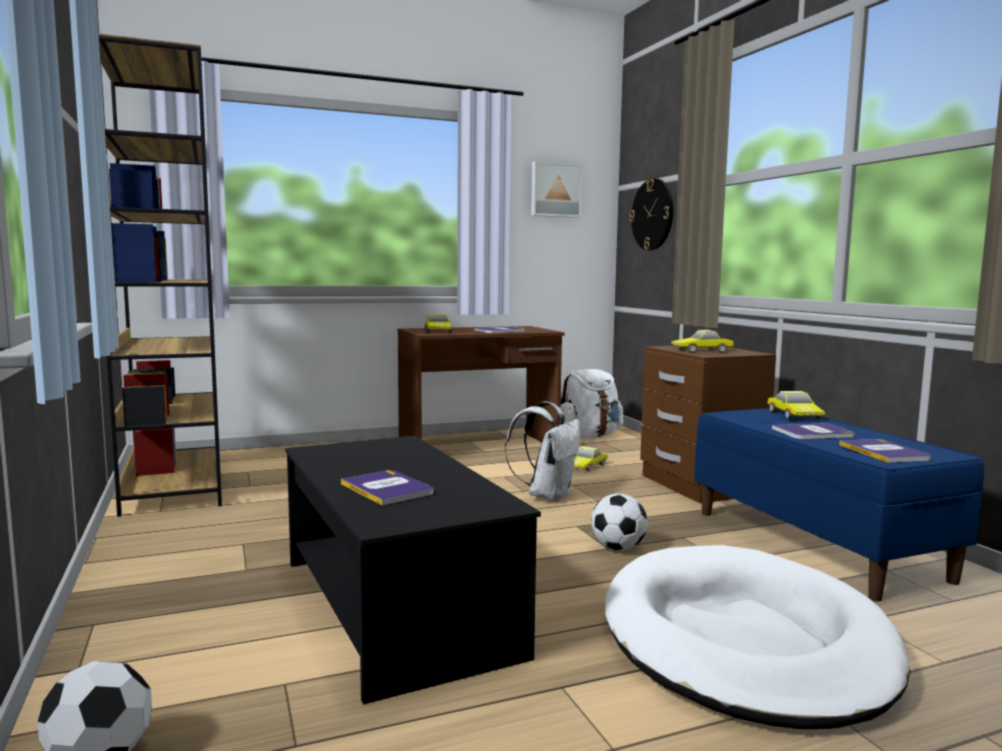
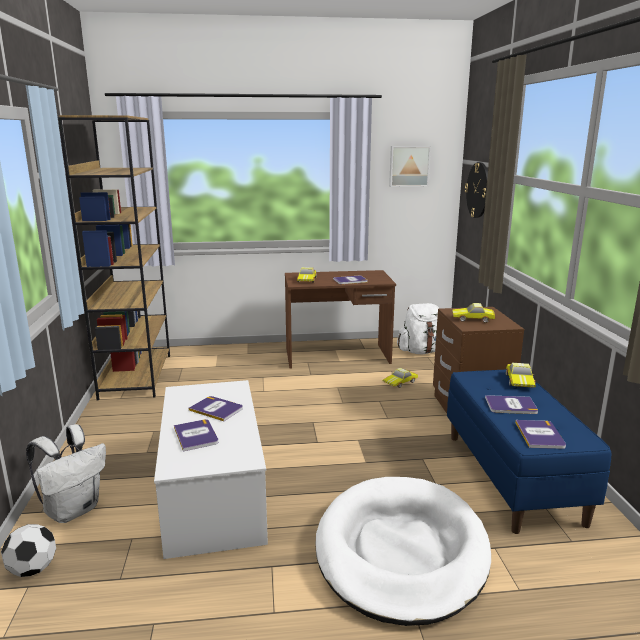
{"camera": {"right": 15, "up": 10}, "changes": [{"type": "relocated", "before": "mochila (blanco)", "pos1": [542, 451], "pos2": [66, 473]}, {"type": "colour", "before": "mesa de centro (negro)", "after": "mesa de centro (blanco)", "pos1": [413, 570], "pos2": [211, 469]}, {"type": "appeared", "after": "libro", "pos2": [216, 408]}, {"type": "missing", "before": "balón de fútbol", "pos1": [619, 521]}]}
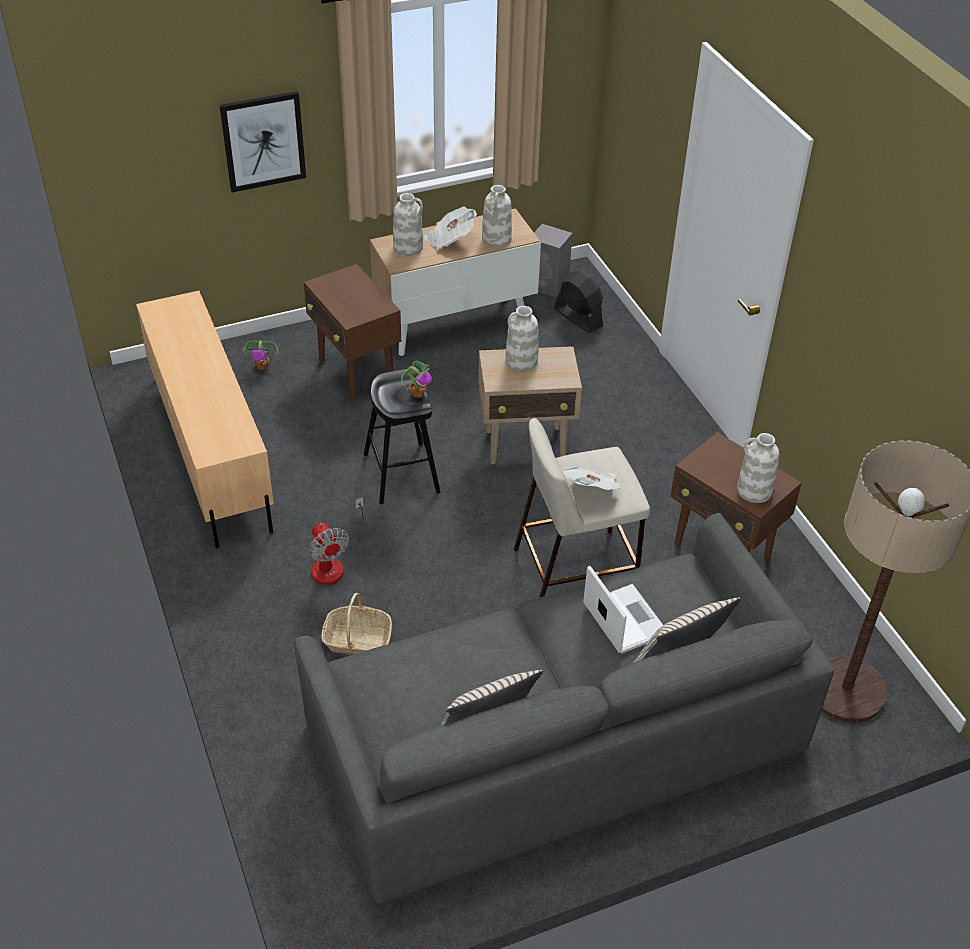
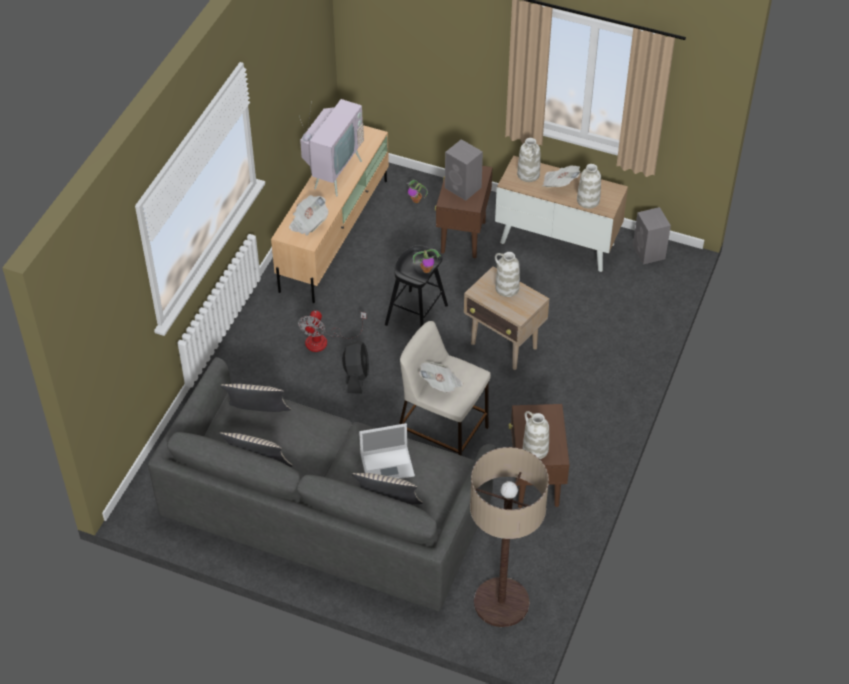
{"camera": {"right": 45, "up": 5}, "changes": [{"type": "appeared", "after": "cojín (beis)", "pos2": [255, 398]}, {"type": "appeared", "after": "periódico", "pos2": [308, 215]}, {"type": "appeared", "after": "televisor", "pos2": [331, 148]}, {"type": "relocated", "before": "ventilador (negro)", "pos1": [578, 302], "pos2": [355, 367]}, {"type": "spun", "before": "portátil", "pos1": [623, 610], "pos2": [387, 451], "turn": 60}, {"type": "appeared", "after": "altavoz (gris)", "pos2": [464, 170]}, {"type": "missing", "before": "cuadro", "pos1": [263, 142]}, {"type": "missing", "before": "cesta", "pos1": [356, 623]}]}
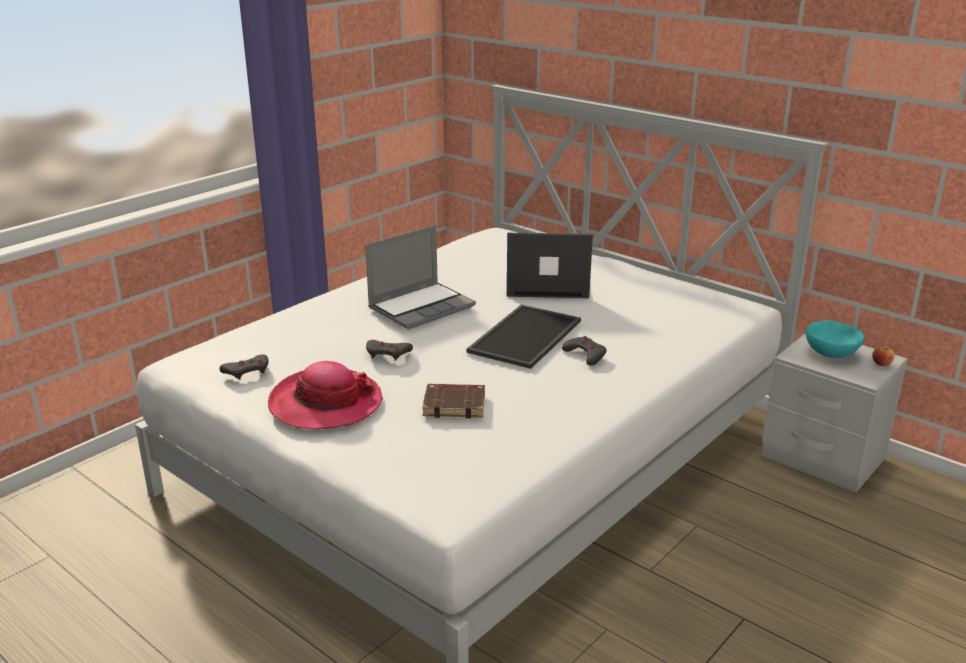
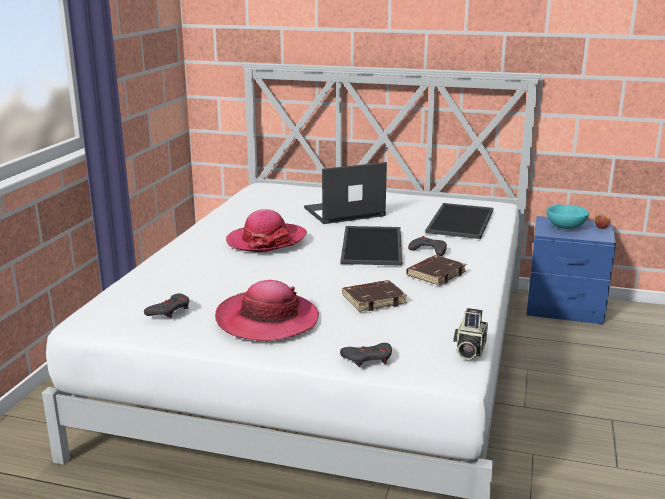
{"camera": {"right": -25, "up": -5}, "changes": [{"type": "exchanged", "before": "portátil", "after": "sombrero", "pos1": [420, 277], "pos2": [266, 230]}, {"type": "relocated", "before": "mando de consola (gris)", "pos1": [389, 350], "pos2": [366, 355]}, {"type": "appeared", "after": "libro (marrón)", "pos2": [436, 270]}, {"type": "appeared", "after": "bandeja", "pos2": [459, 221]}, {"type": "appeared", "after": "cámara", "pos2": [470, 334]}, {"type": "colour", "before": "mesita de noche (gris)", "after": "mesita de noche (azul)", "pos1": [834, 413], "pos2": [571, 270]}]}
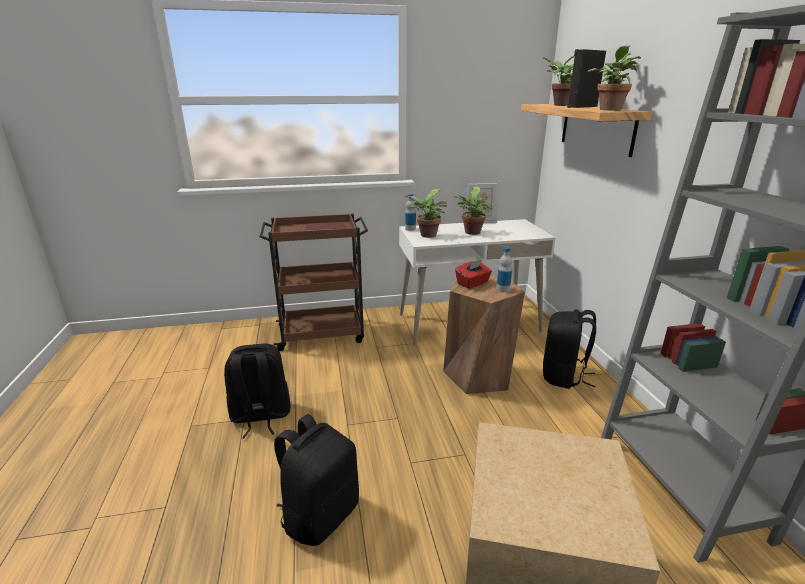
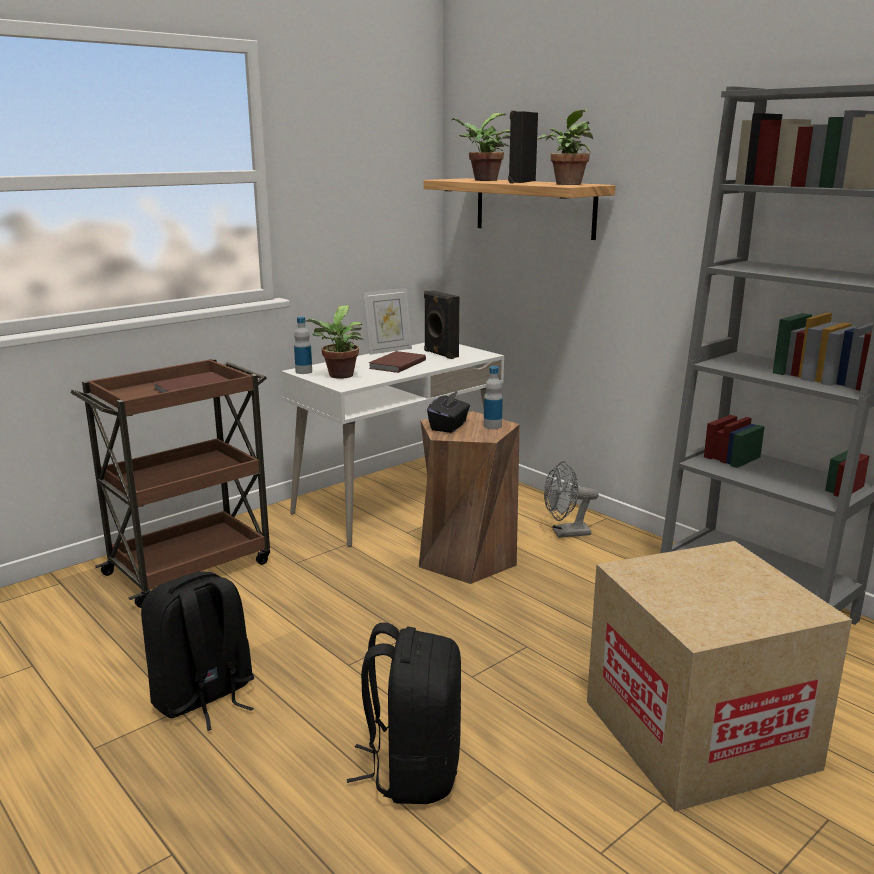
{"camera": {"right": -30, "up": -5}, "changes": [{"type": "exchanged", "before": "planta en maceta", "after": "libro (marrón)", "pos1": [473, 211], "pos2": [397, 362]}, {"type": "appeared", "after": "altavoz (negro)", "pos2": [441, 324]}, {"type": "colour", "before": "caja de pañuelos (rojo)", "after": "caja de pañuelos (negro)", "pos1": [473, 274], "pos2": [448, 412]}, {"type": "exchanged", "before": "mochila (negro)", "after": "ventilador (gris)", "pos1": [569, 349], "pos2": [571, 499]}]}
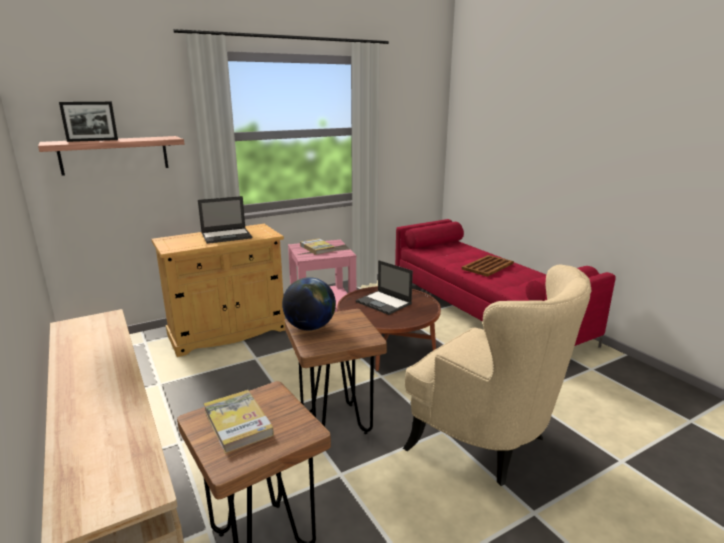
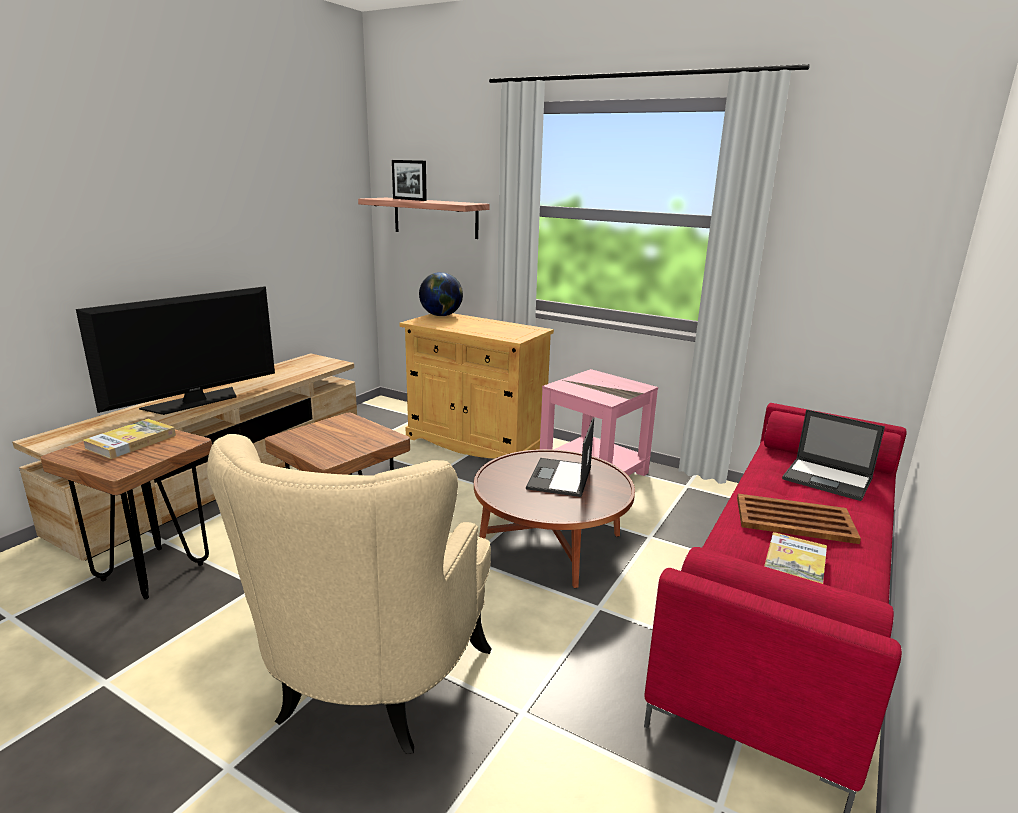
{"camera": {"right": 60, "up": 0}, "changes": [{"type": "appeared", "after": "televisor", "pos2": [175, 350]}, {"type": "relocated", "before": "globo terráqueo", "pos1": [309, 304], "pos2": [441, 294]}, {"type": "relocated", "before": "libro", "pos1": [317, 246], "pos2": [795, 558]}, {"type": "relocated", "before": "portátil", "pos1": [225, 220], "pos2": [833, 455]}]}
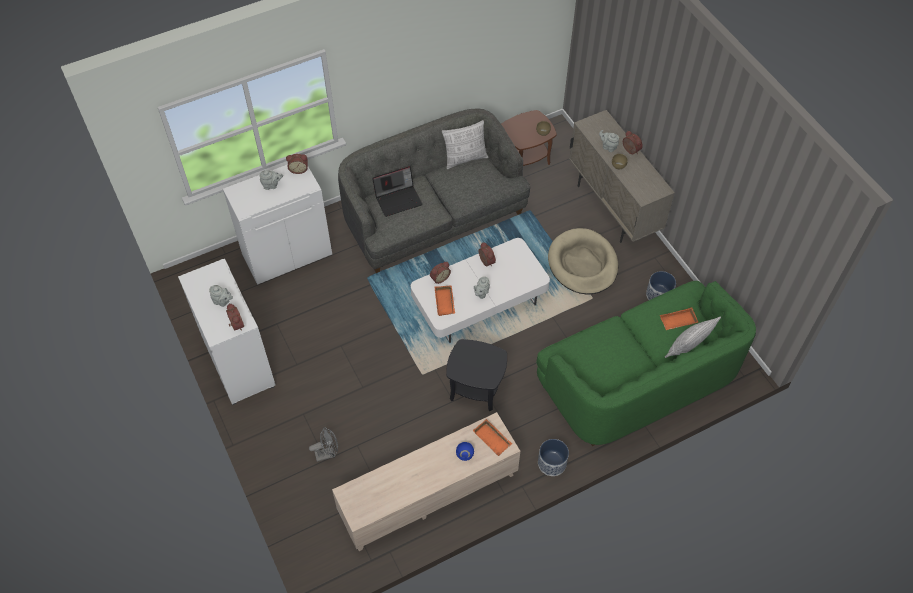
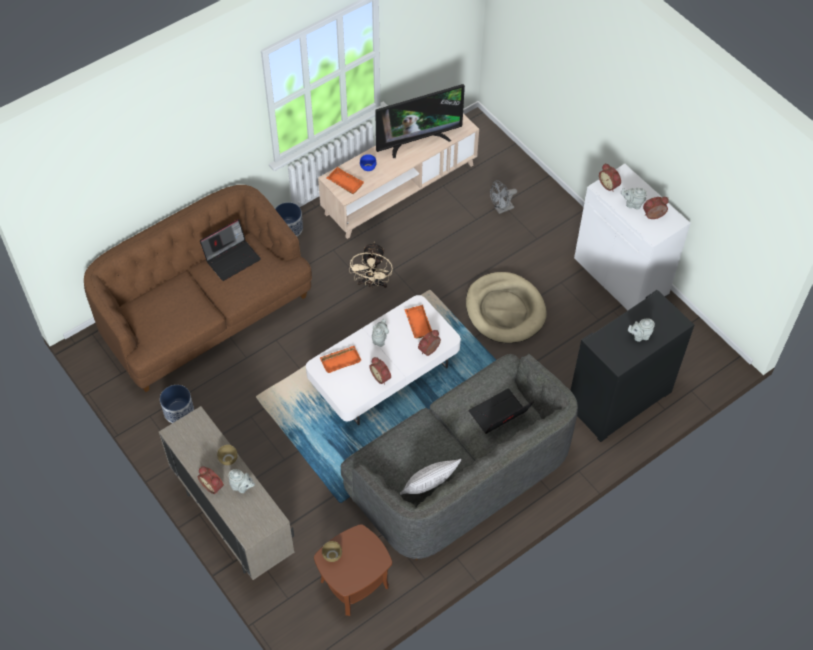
{"camera": {"right": 170, "up": 0}, "changes": [{"type": "colour", "before": "sofá (verde)", "after": "sofá (marrón)", "pos1": [646, 363], "pos2": [198, 288]}, {"type": "appeared", "after": "portátil", "pos2": [230, 250]}, {"type": "relocated", "before": "bandeja (naranja)", "pos1": [679, 318], "pos2": [340, 359]}, {"type": "exchanged", "before": "mesa auxiliar (negro)", "after": "ventilador (beis)", "pos1": [476, 375], "pos2": [371, 265]}, {"type": "appeared", "after": "televisor", "pos2": [420, 121]}, {"type": "relocated", "before": "cama para perro (beis)", "pos1": [583, 261], "pos2": [506, 307]}, {"type": "colour", "before": "armario (blanco)", "after": "armario (negro)", "pos1": [277, 224], "pos2": [632, 366]}, {"type": "relocated", "before": "despertador", "pos1": [297, 164], "pos2": [656, 208]}, {"type": "missing", "before": "cojín", "pos1": [693, 337]}]}
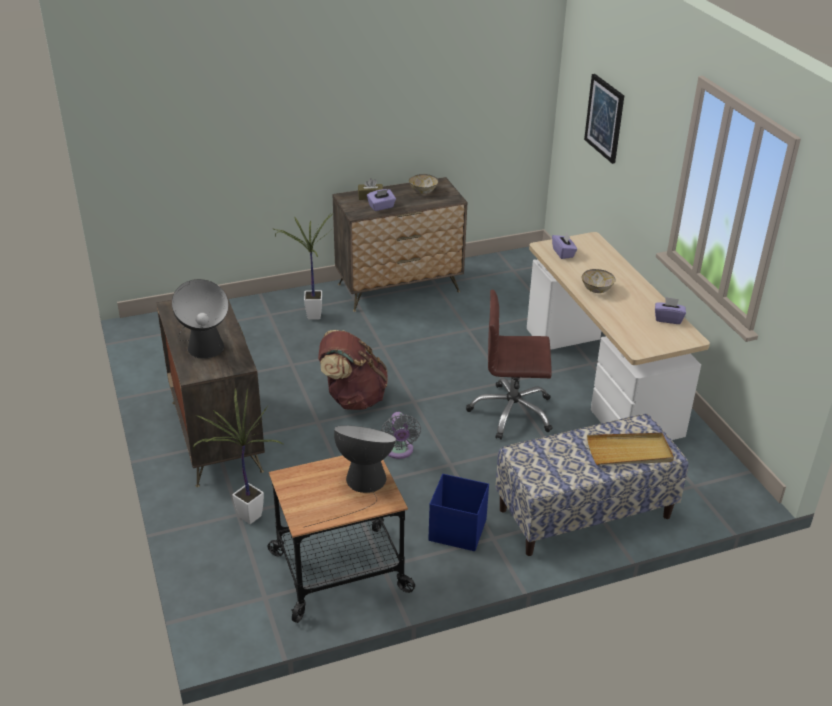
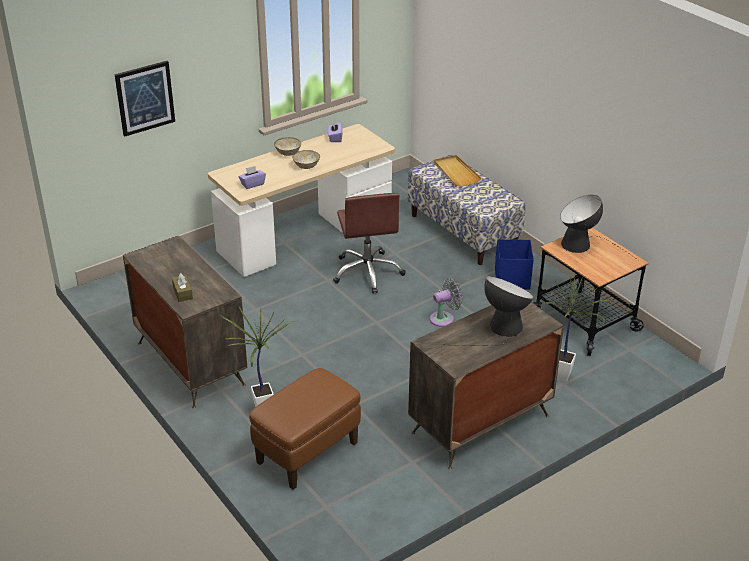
{"camera": {"right": -105, "up": 0}, "changes": [{"type": "appeared", "after": "puf (marrón)", "pos2": [305, 429]}, {"type": "relocated", "before": "cuenco", "pos1": [423, 184], "pos2": [287, 146]}, {"type": "missing", "before": "mochila (marrón)", "pos1": [353, 370]}, {"type": "missing", "before": "caja de pañuelos (morado)", "pos1": [381, 200]}]}
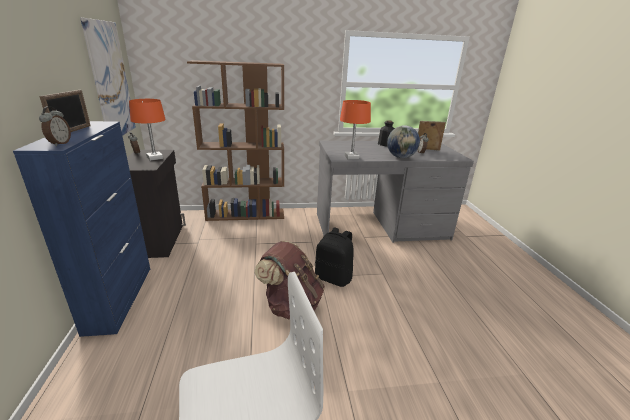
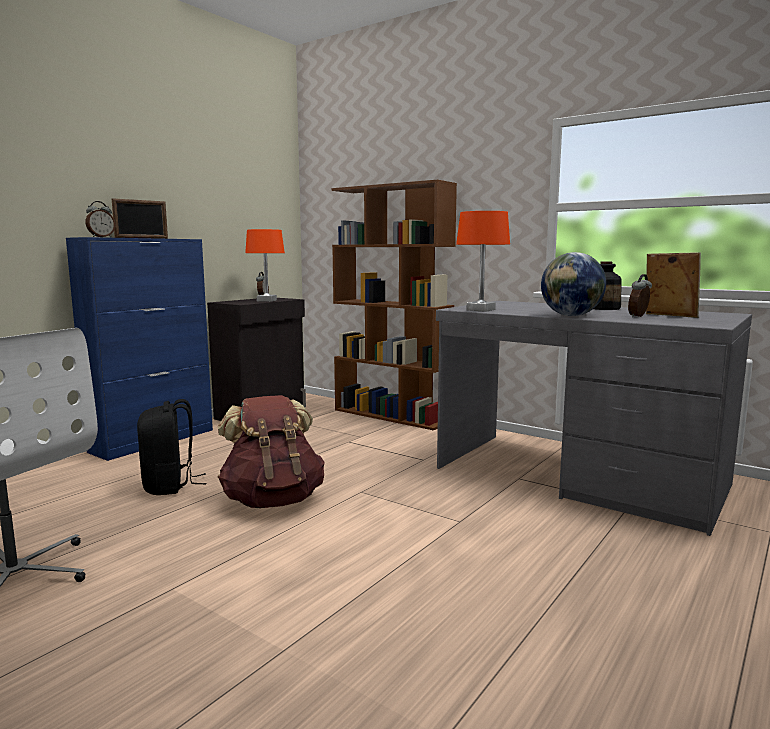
{"camera": {"right": 45, "up": -15}, "changes": [{"type": "relocated", "before": "mochila (negro)", "pos1": [334, 257], "pos2": [172, 447]}, {"type": "missing", "before": "cuadro", "pos1": [108, 76]}]}
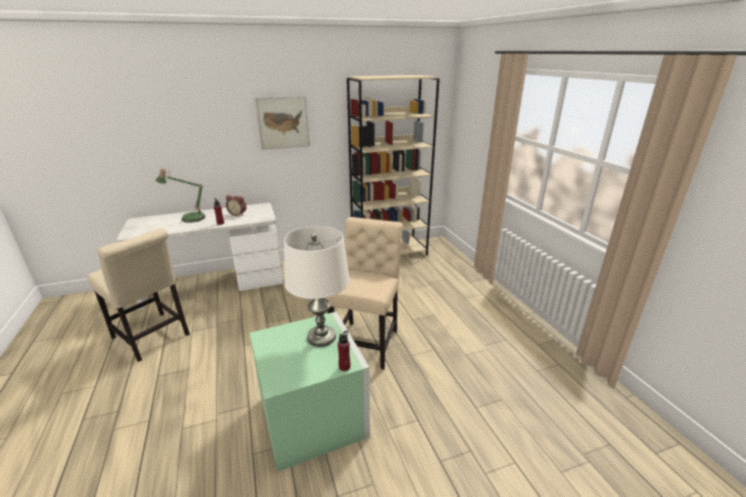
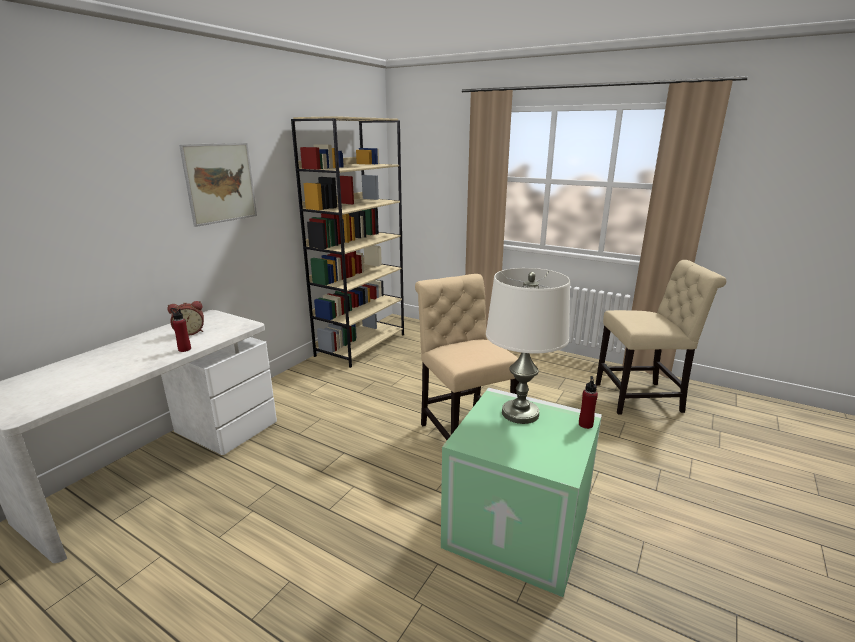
{"camera": {"right": -40, "up": -5}, "changes": [{"type": "relocated", "before": "silla (beis)", "pos1": [138, 295], "pos2": [661, 337]}, {"type": "missing", "before": "lámpara de mesa", "pos1": [180, 196]}]}
